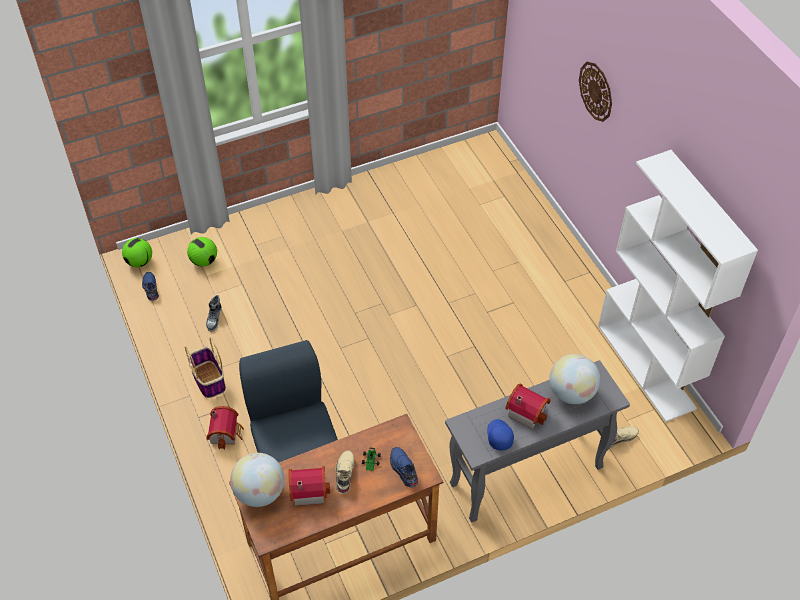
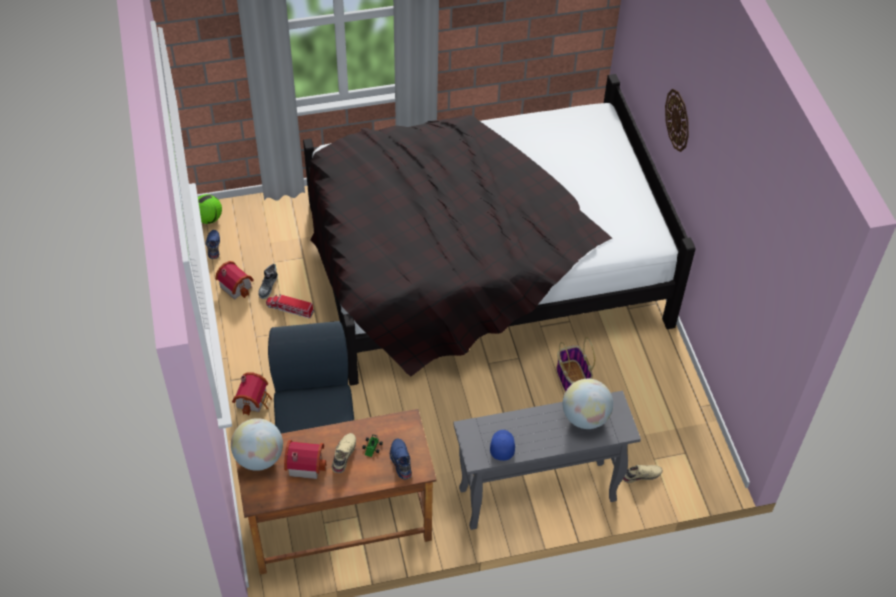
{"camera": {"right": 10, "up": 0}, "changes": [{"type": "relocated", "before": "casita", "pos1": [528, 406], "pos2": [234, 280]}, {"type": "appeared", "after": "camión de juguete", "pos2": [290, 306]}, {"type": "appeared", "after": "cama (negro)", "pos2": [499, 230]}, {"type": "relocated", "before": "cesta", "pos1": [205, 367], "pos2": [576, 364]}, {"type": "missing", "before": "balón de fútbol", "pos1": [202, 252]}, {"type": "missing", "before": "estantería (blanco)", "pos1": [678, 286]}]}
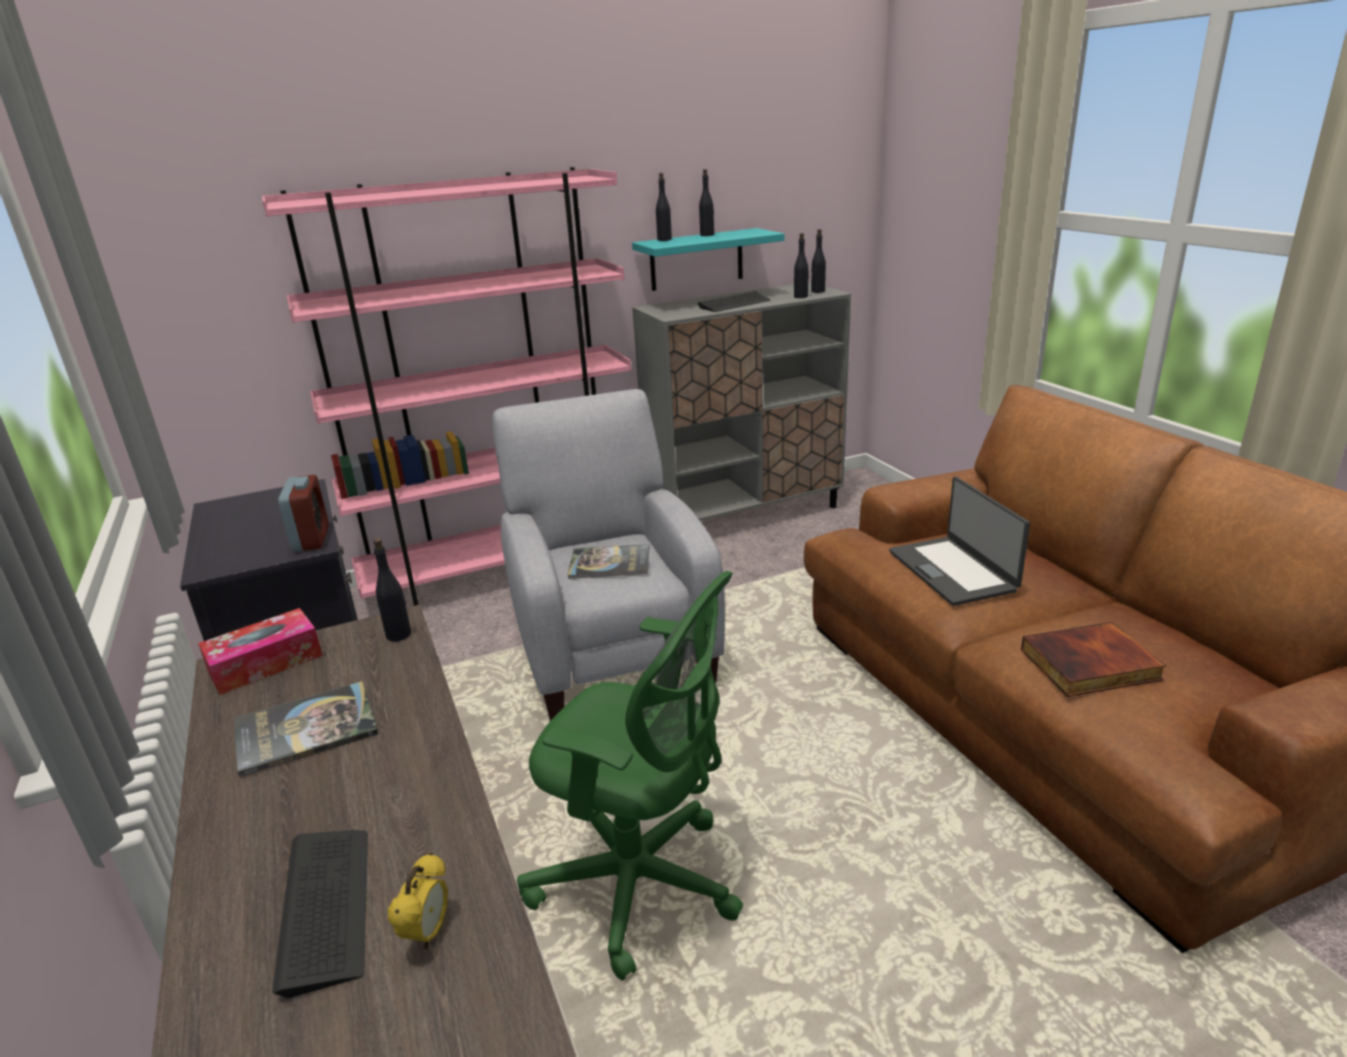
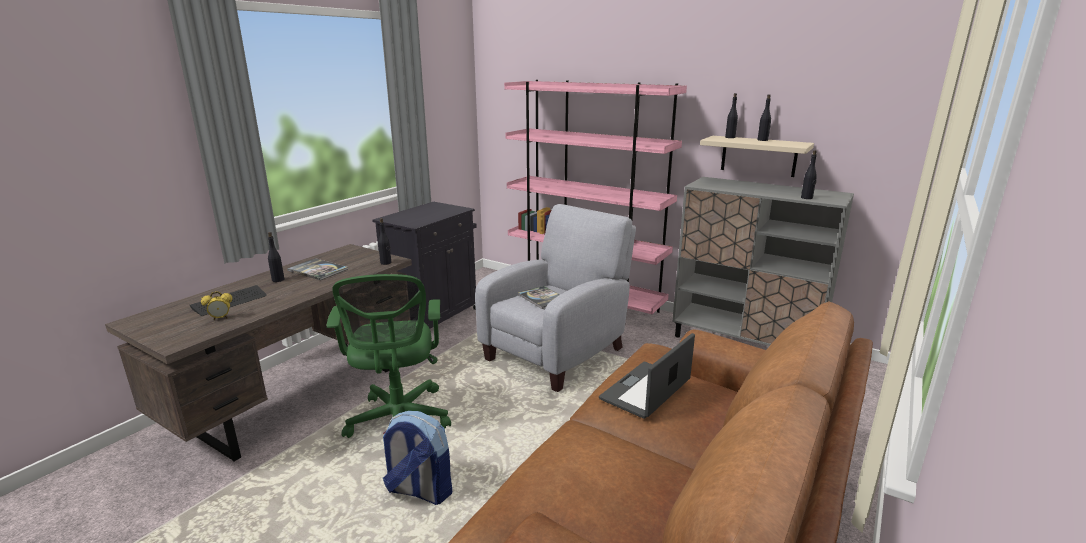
{"camera": {"right": 55, "up": -5}, "changes": [{"type": "relocated", "before": "botella (negro)", "pos1": [818, 261], "pos2": [276, 257]}, {"type": "appeared", "after": "mochila", "pos2": [417, 458]}, {"type": "colour", "before": "estante (turquesa)", "after": "estante (beis)", "pos1": [708, 259], "pos2": [757, 156]}, {"type": "missing", "before": "caja de pañuelos", "pos1": [260, 651]}, {"type": "missing", "before": "despertador", "pos1": [303, 513]}, {"type": "missing", "before": "teclado", "pos1": [734, 301]}, {"type": "missing", "before": "libro", "pos1": [1093, 659]}]}
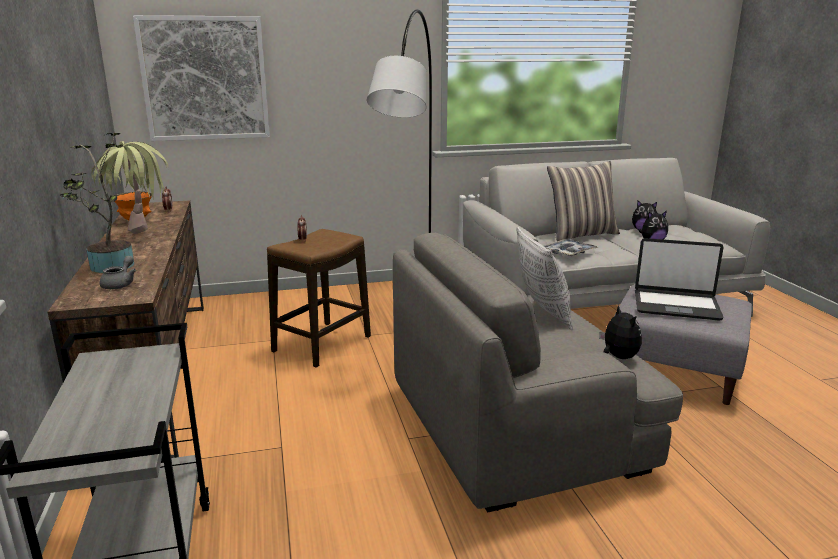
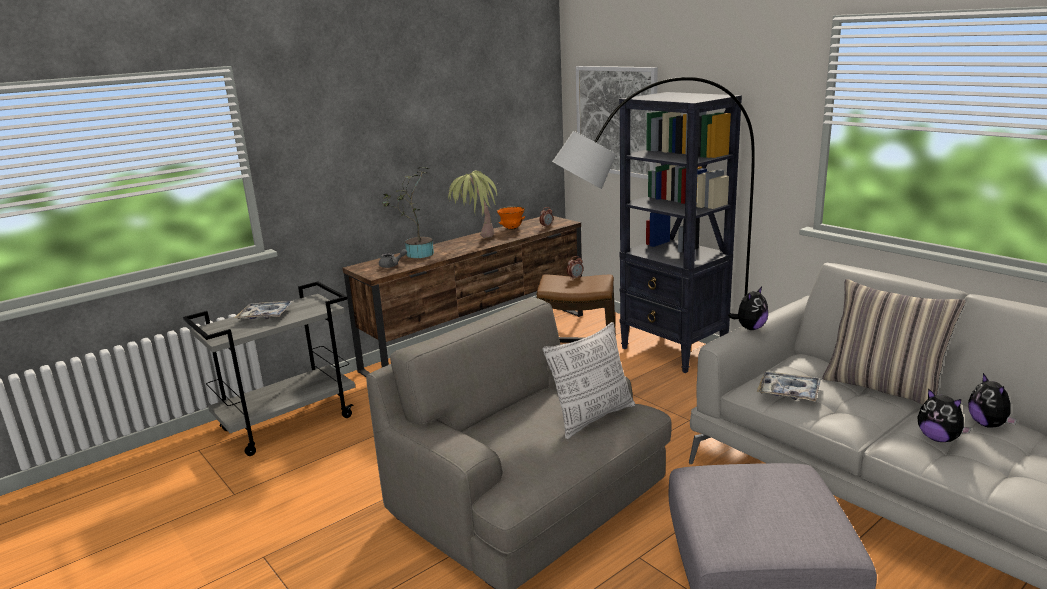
{"camera": {"right": 65, "up": 0}, "changes": [{"type": "appeared", "after": "bandeja", "pos2": [264, 310]}, {"type": "appeared", "after": "estantería (negro)", "pos2": [680, 232]}, {"type": "relocated", "before": "peluche", "pos1": [620, 332], "pos2": [748, 308]}, {"type": "missing", "before": "portátil", "pos1": [679, 279]}]}
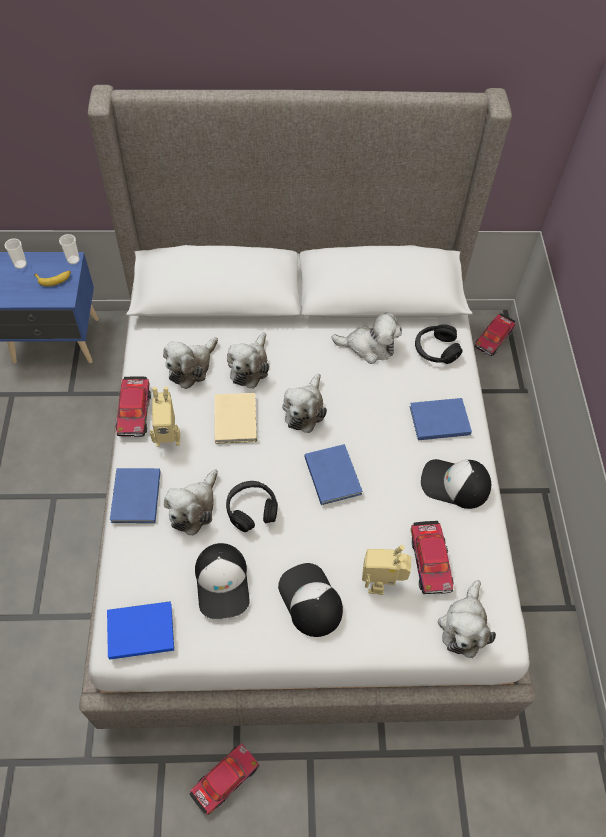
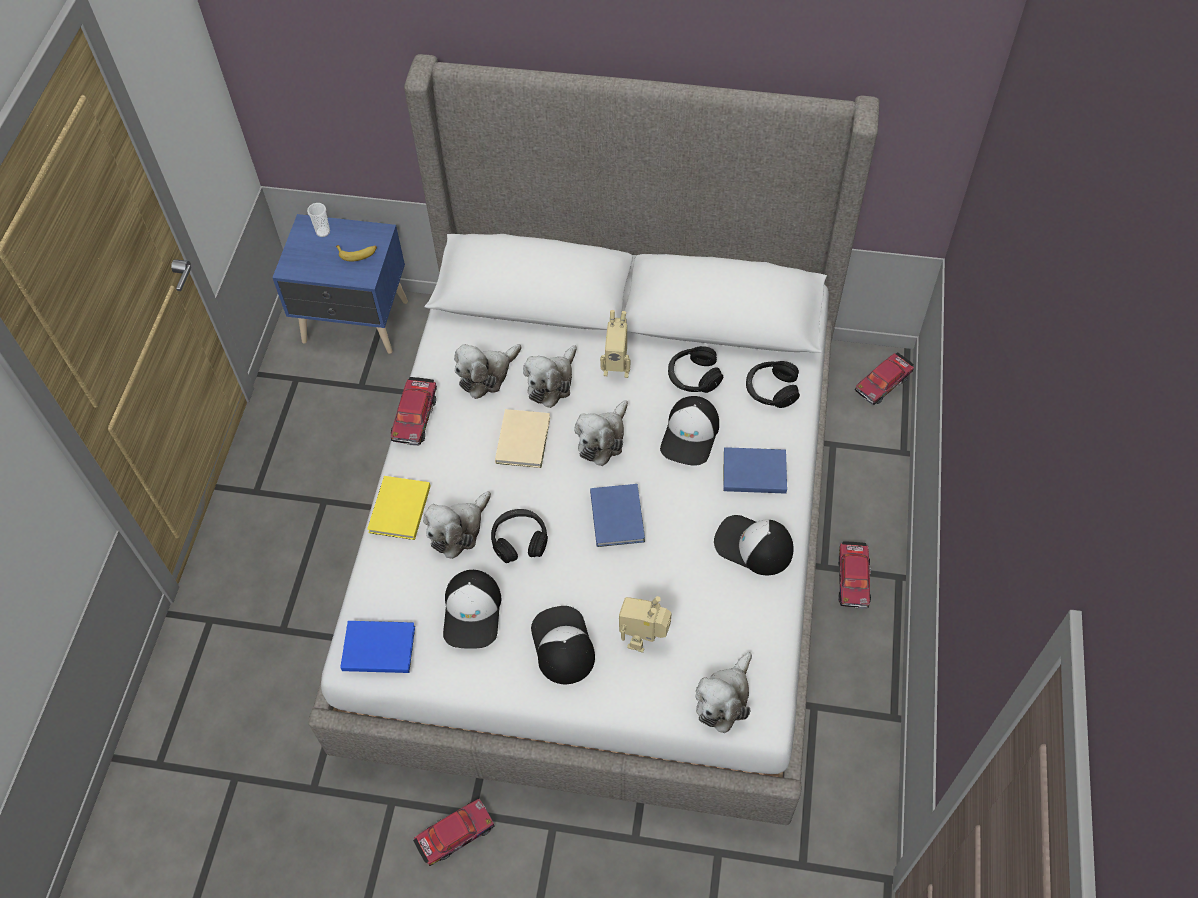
{"camera": {"right": 15, "up": 0}, "changes": [{"type": "colour", "before": "libro (azul)", "after": "libro (amarillo)", "pos1": [135, 495], "pos2": [399, 508]}, {"type": "relocated", "before": "robot de juguete", "pos1": [165, 417], "pos2": [615, 344]}, {"type": "appeared", "after": "gorra", "pos2": [689, 431]}, {"type": "exchanged", "before": "peluche", "after": "auriculares (negro)", "pos1": [366, 338], "pos2": [695, 369]}, {"type": "relocated", "before": "coche de juguete", "pos1": [432, 557], "pos2": [854, 575]}, {"type": "missing", "before": "taza", "pos1": [69, 249]}]}
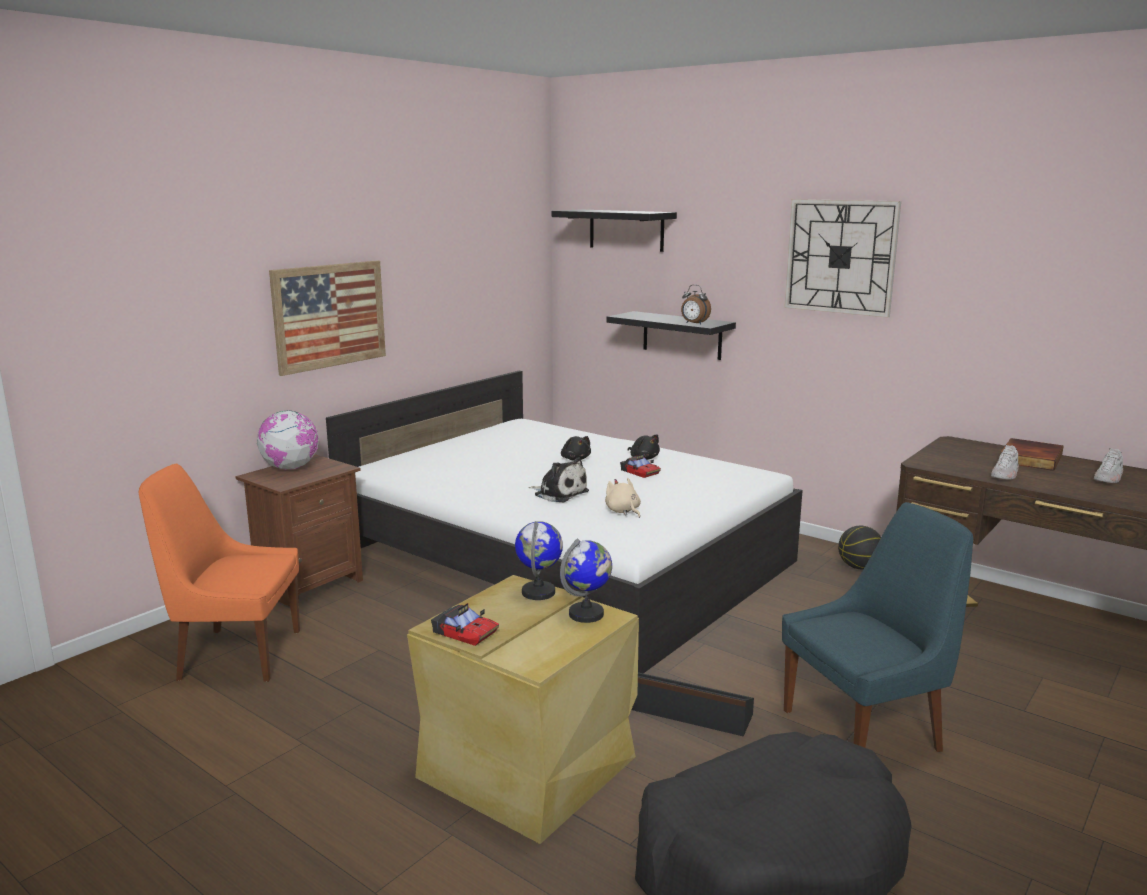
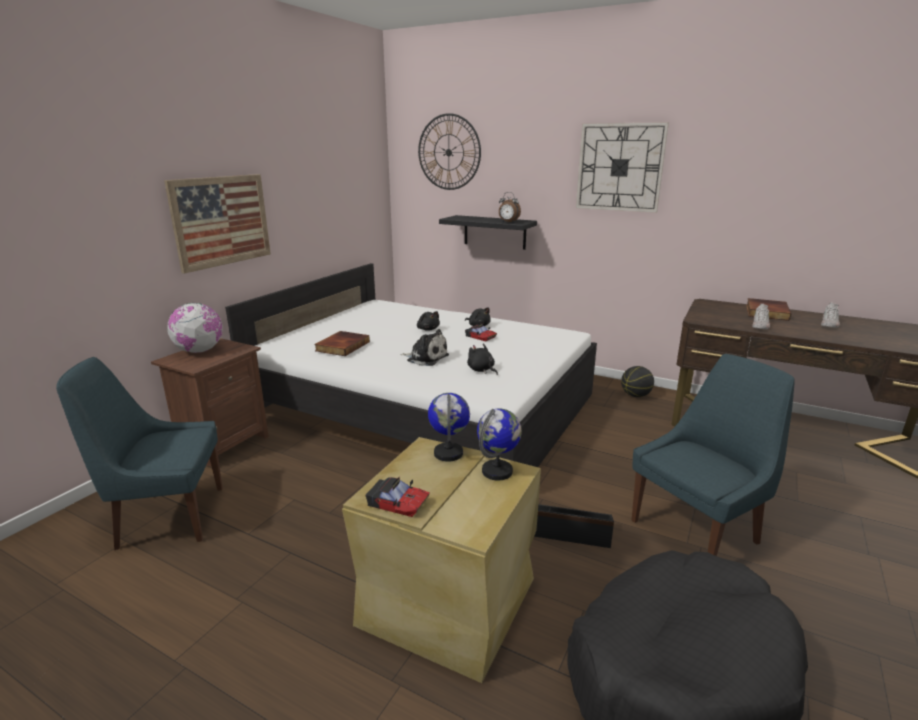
{"camera": {"right": -10, "up": 5}, "changes": [{"type": "colour", "before": "silla (naranja)", "after": "silla (azul)", "pos1": [219, 573], "pos2": [139, 453]}, {"type": "appeared", "after": "libro", "pos2": [342, 343]}, {"type": "exchanged", "before": "estante (negro)", "after": "reloj de pared", "pos1": [614, 230], "pos2": [449, 151]}, {"type": "colour", "before": "peluche (beis)", "after": "peluche (negro)", "pos1": [623, 498], "pos2": [482, 359]}]}
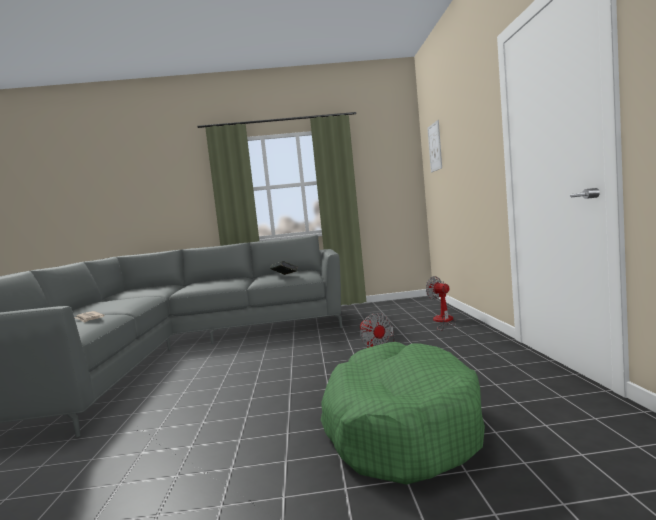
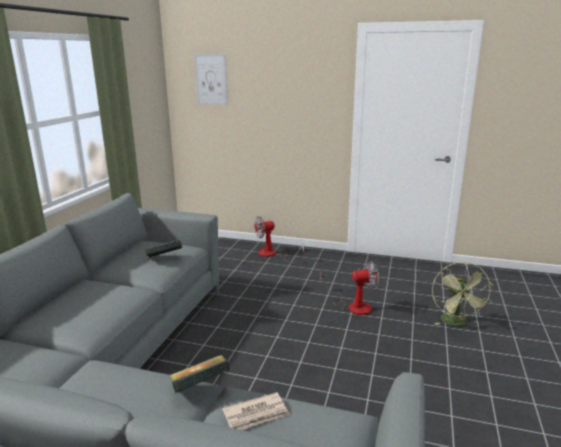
{"camera": {"right": -70, "up": 15}, "changes": [{"type": "appeared", "after": "libro", "pos2": [200, 374]}, {"type": "exchanged", "before": "cama para perro (verde)", "after": "ventilador (verde)", "pos1": [403, 413], "pos2": [462, 294]}]}
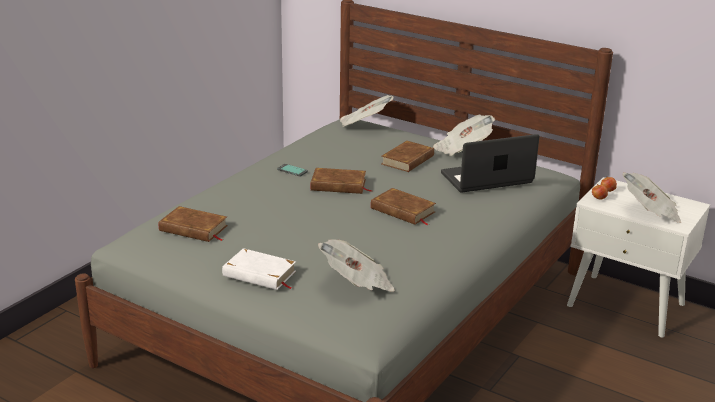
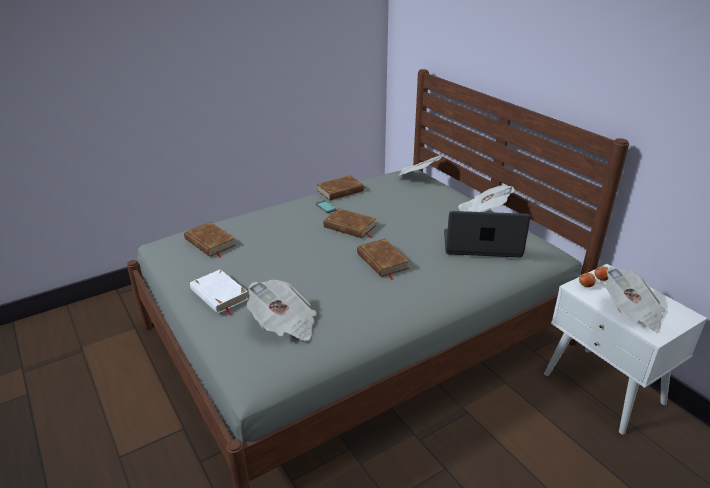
{"camera": {"right": 25, "up": 5}, "changes": [{"type": "relocated", "before": "libro (marrón)", "pos1": [408, 156], "pos2": [341, 188]}]}
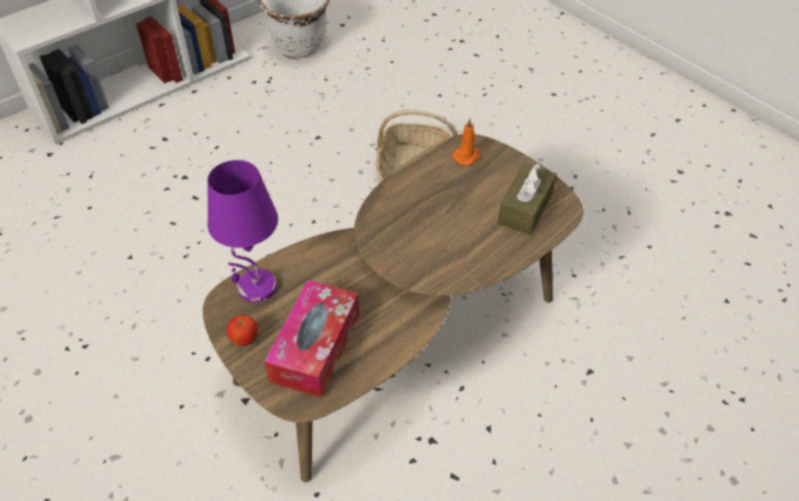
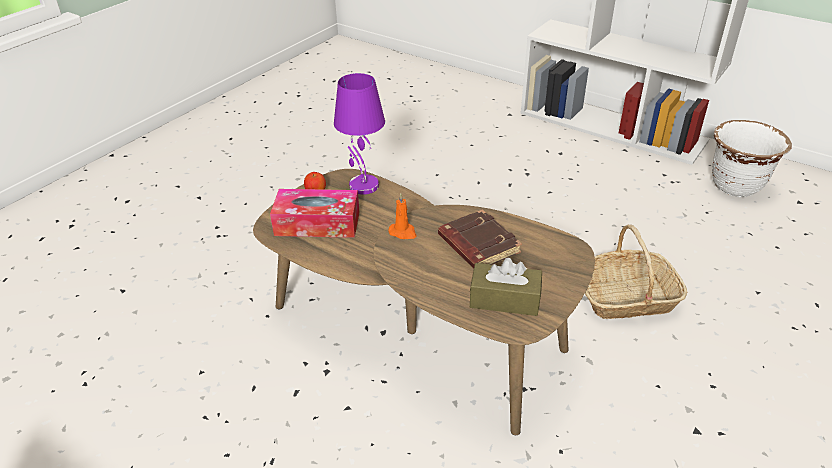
{"camera": {"right": 75, "up": -10}, "changes": [{"type": "relocated", "before": "vela (naranja)", "pos1": [466, 142], "pos2": [403, 216]}, {"type": "appeared", "after": "libro (marrón)", "pos2": [480, 239]}]}
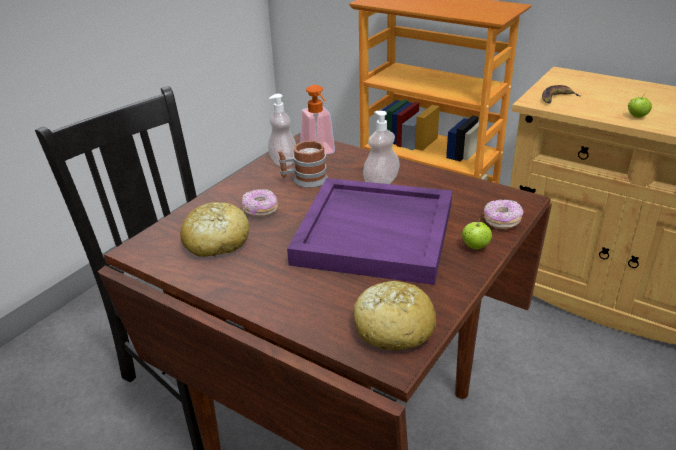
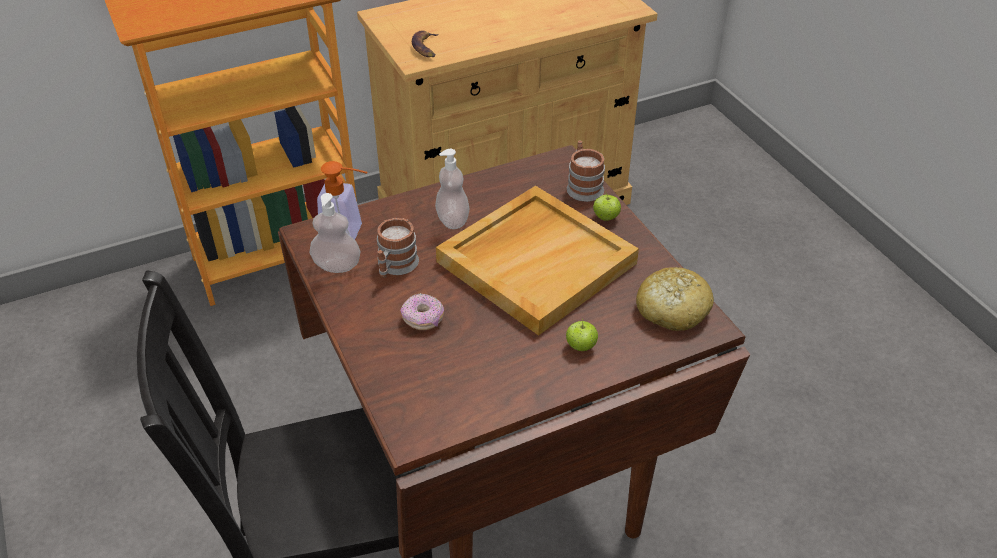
{"camera": {"right": -60, "up": 10}, "changes": [{"type": "colour", "before": "bandeja (morado)", "after": "bandeja (beis)", "pos1": [369, 231], "pos2": [537, 261]}, {"type": "exchanged", "before": "rosquilla", "after": "taza grande", "pos1": [503, 214], "pos2": [585, 171]}, {"type": "relocated", "before": "manzana", "pos1": [640, 106], "pos2": [582, 334]}, {"type": "missing", "before": "pan", "pos1": [214, 229]}]}
